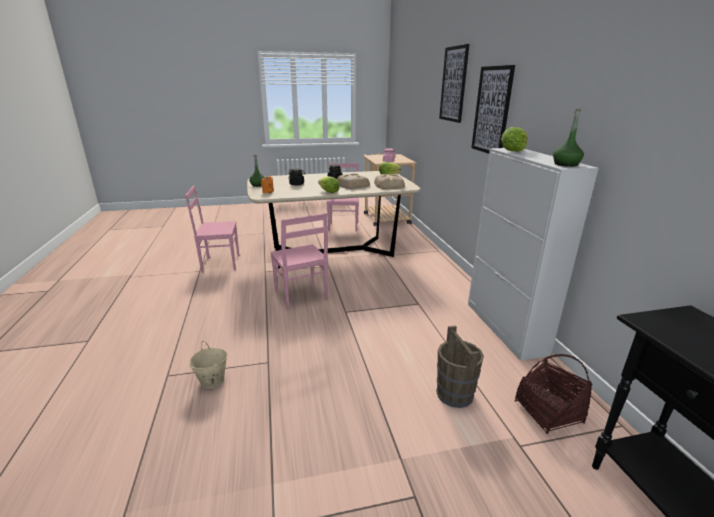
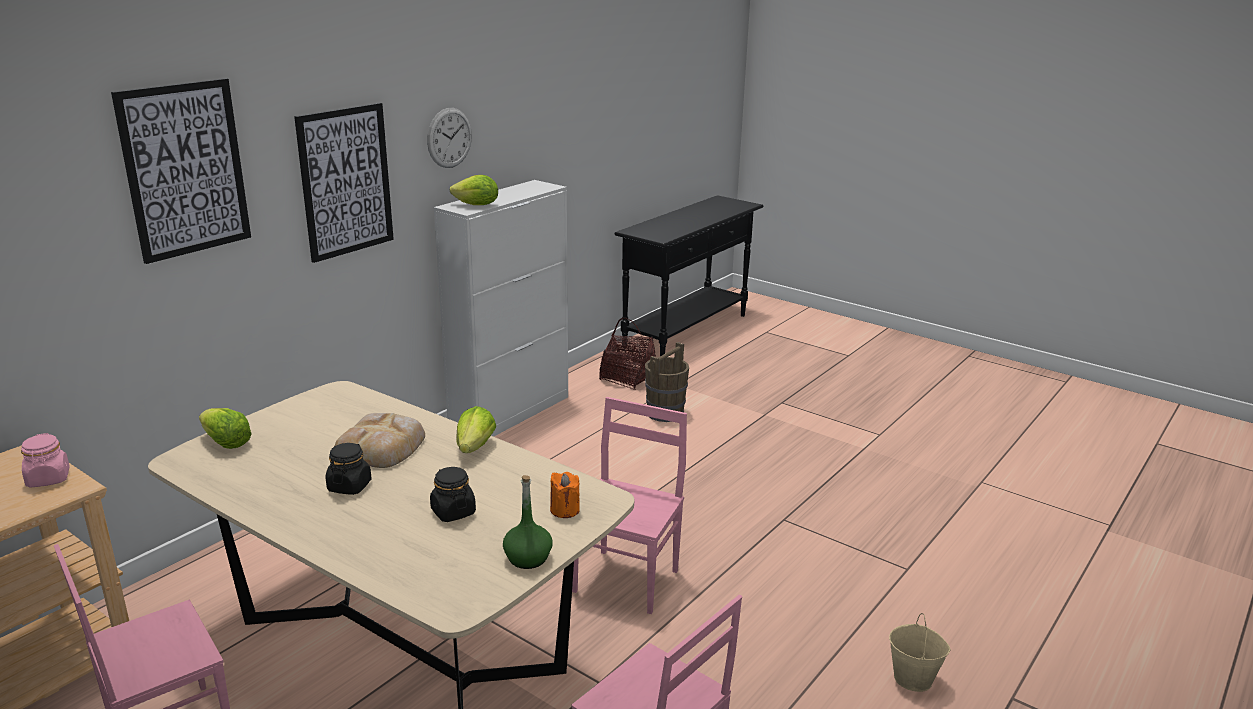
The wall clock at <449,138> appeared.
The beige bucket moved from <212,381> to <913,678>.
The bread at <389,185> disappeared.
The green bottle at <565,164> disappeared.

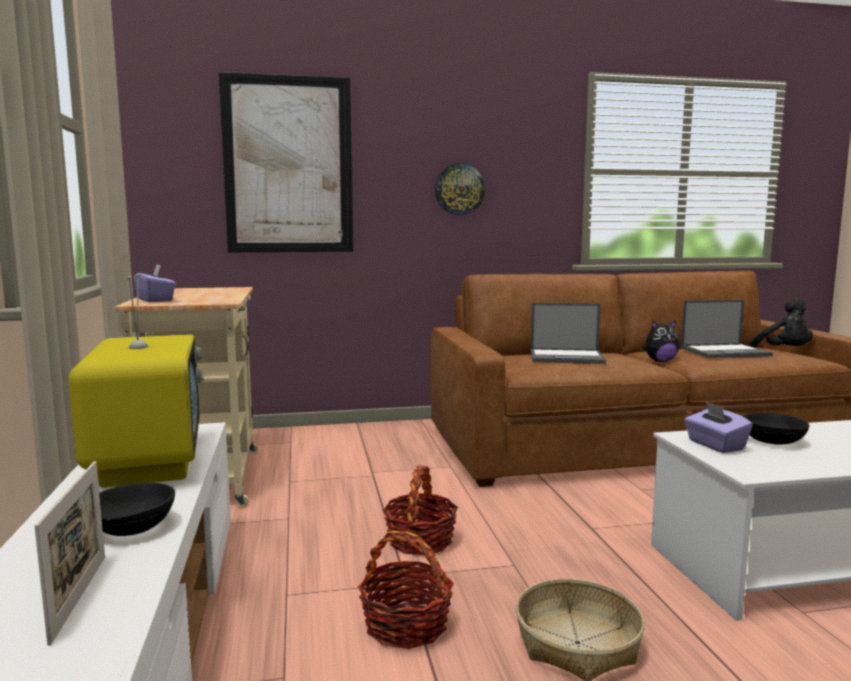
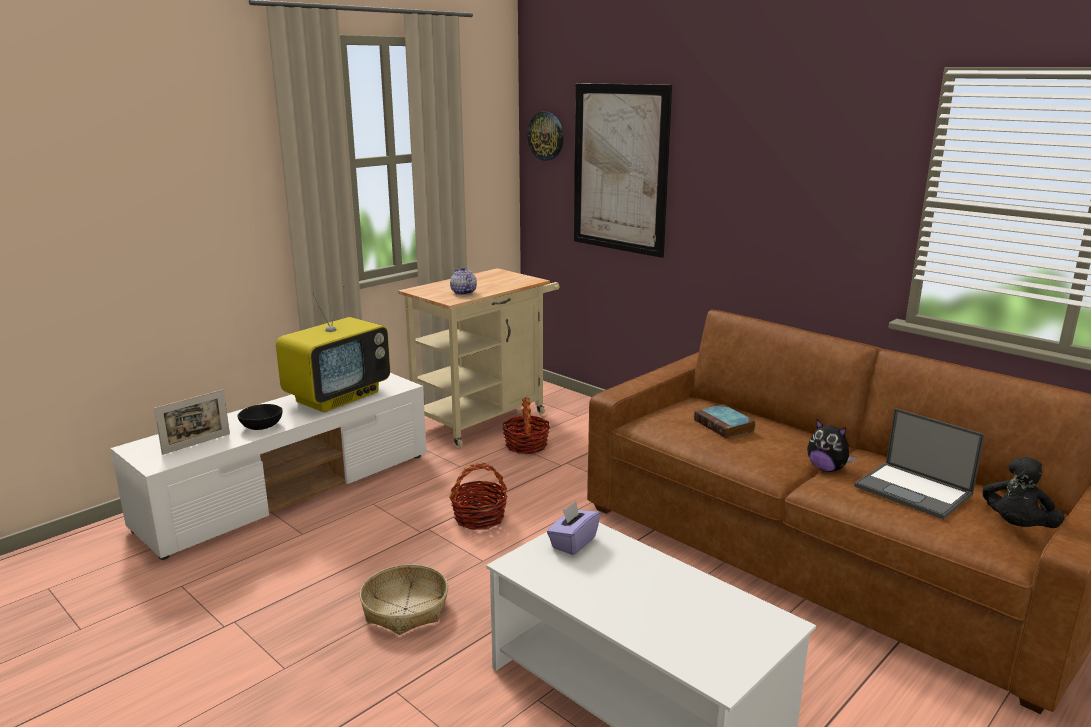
The teapot at <463,292> appeared.
The basket moved from <406,625> to <526,445>.
The wall clock moved from <459,189> to <546,136>.
The laptop at <567,357> was replaced by the book at <725,426>.
The purple tissue box at <156,300> disappeared.
The black bowl at <773,441> disappeared.

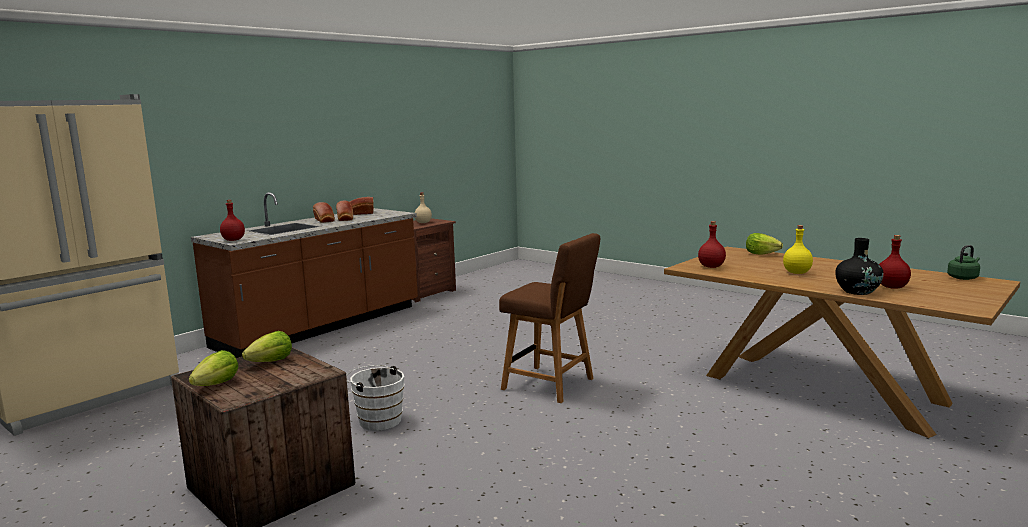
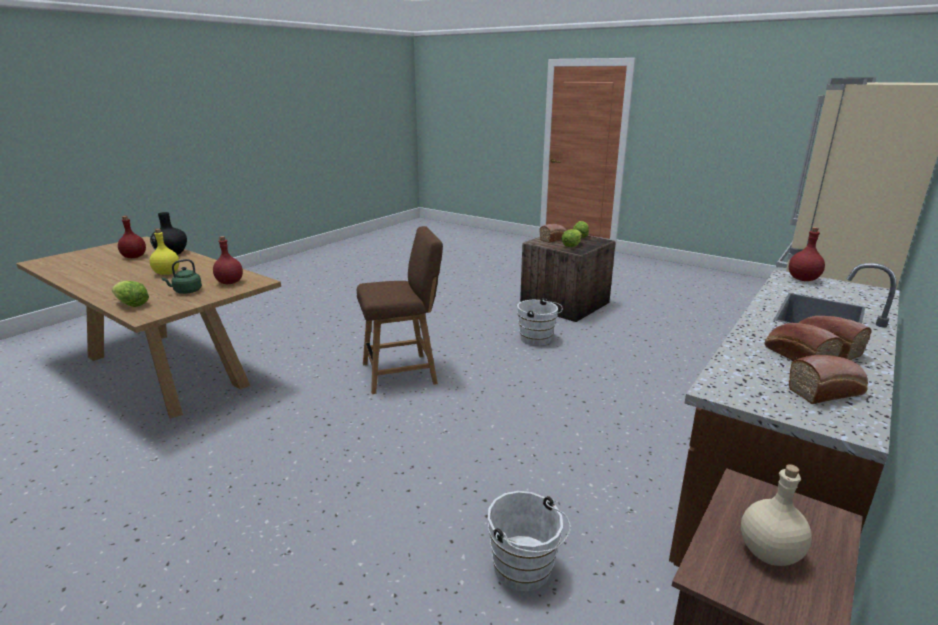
The green kettle moved from <963,278> to <186,291>.
The brown chair at <552,385> turned 135 degrees clockwise.
The white bucket at <525,571> appeared.
The bread at <554,239> appeared.

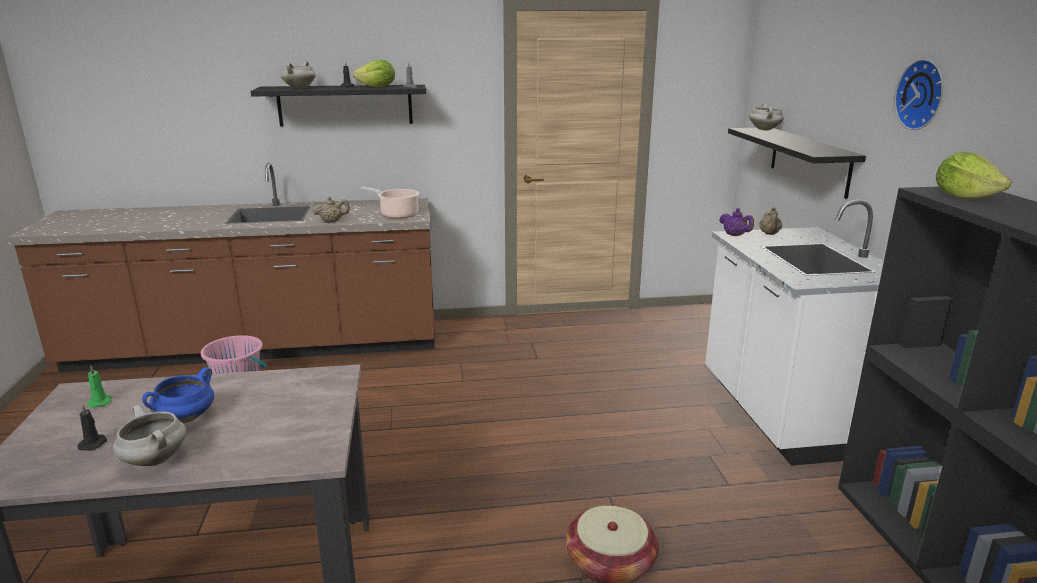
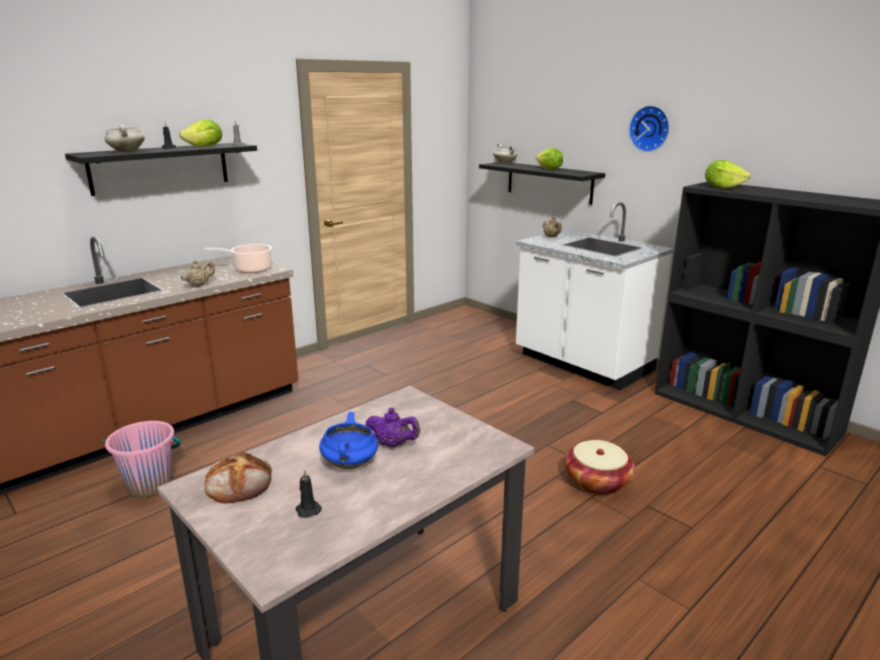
The green candle at <100,402> was replaced by the bread at <239,483>.
The purple teapot moved from <735,235> to <393,444>.
The lettuce at <549,169> appeared.
The white cooking pot at <153,460> disappeared.

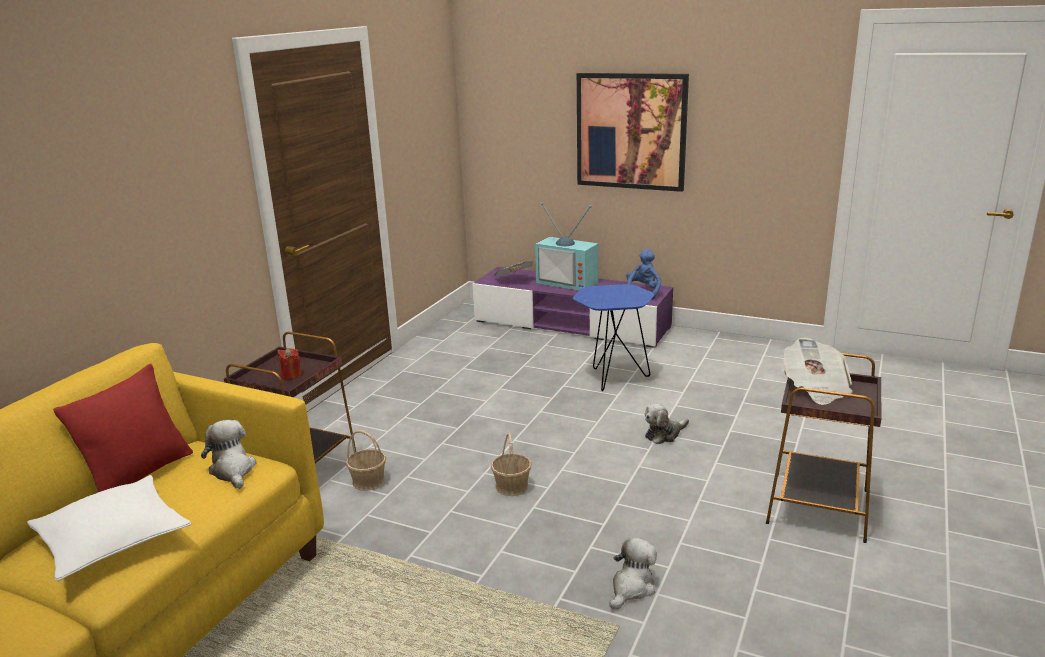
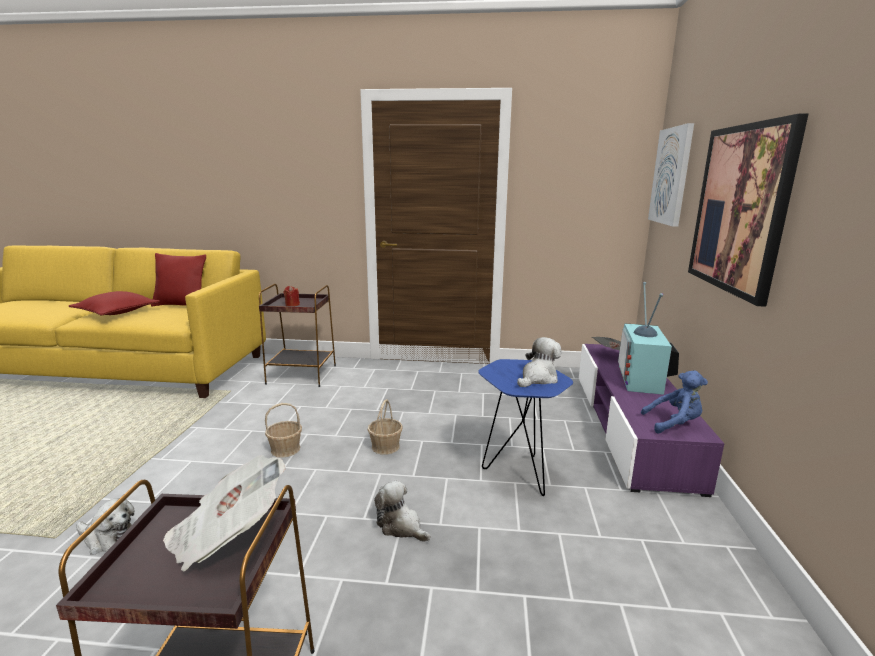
The white pillow at <112,539> became the red pillow at <117,312>.
The basket moved from <368,481> to <385,446>.
The plush toy moved from <233,470> to <538,378>.
The picture at <671,176> appeared.

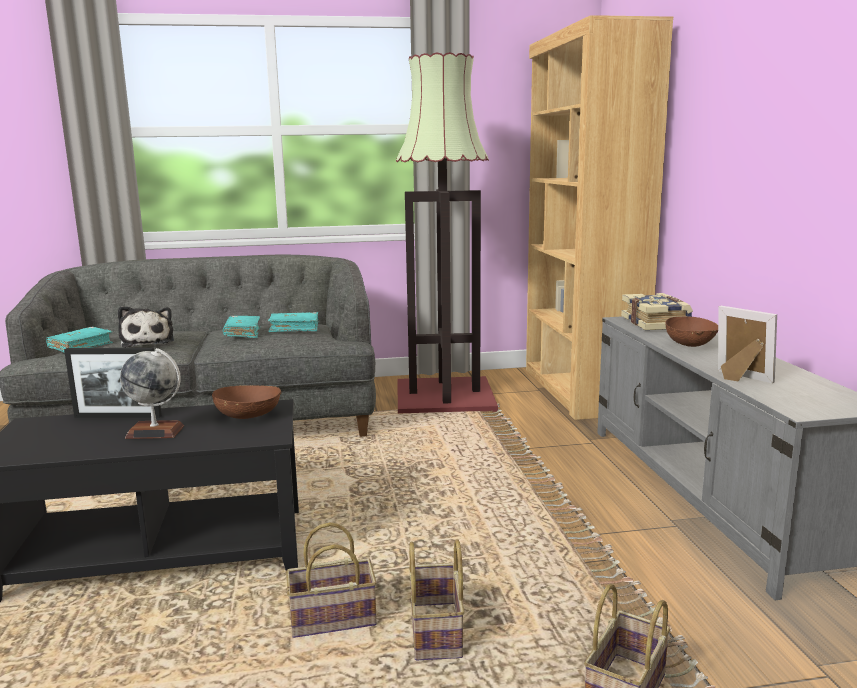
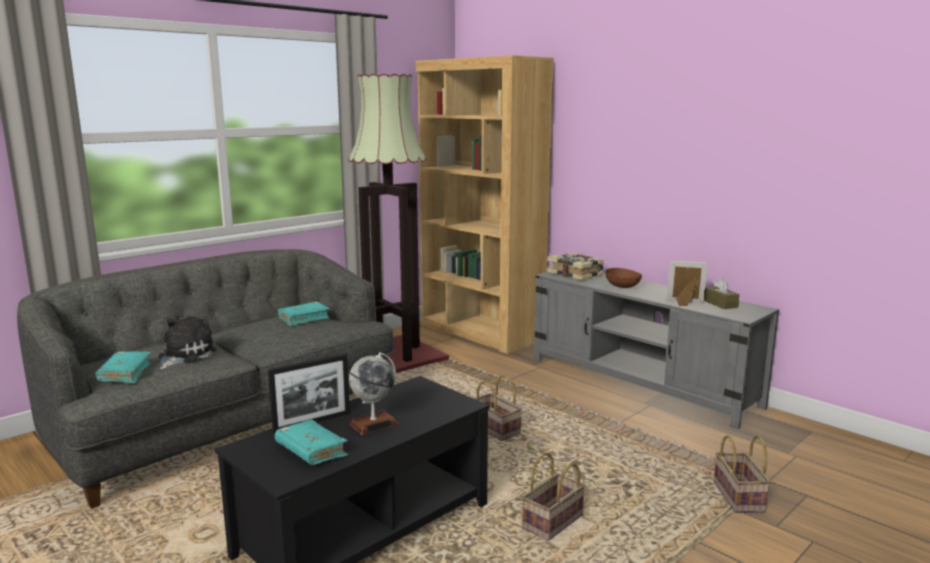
The plush toy at <148,341> turned 105 degrees counterclockwise.
The turquoise book moved from <243,333> to <311,451>.
The basket moved from <437,633> to <497,429>.
The brown tissue box at <720,304> appeared.
The brown bowl at <248,416> disappeared.

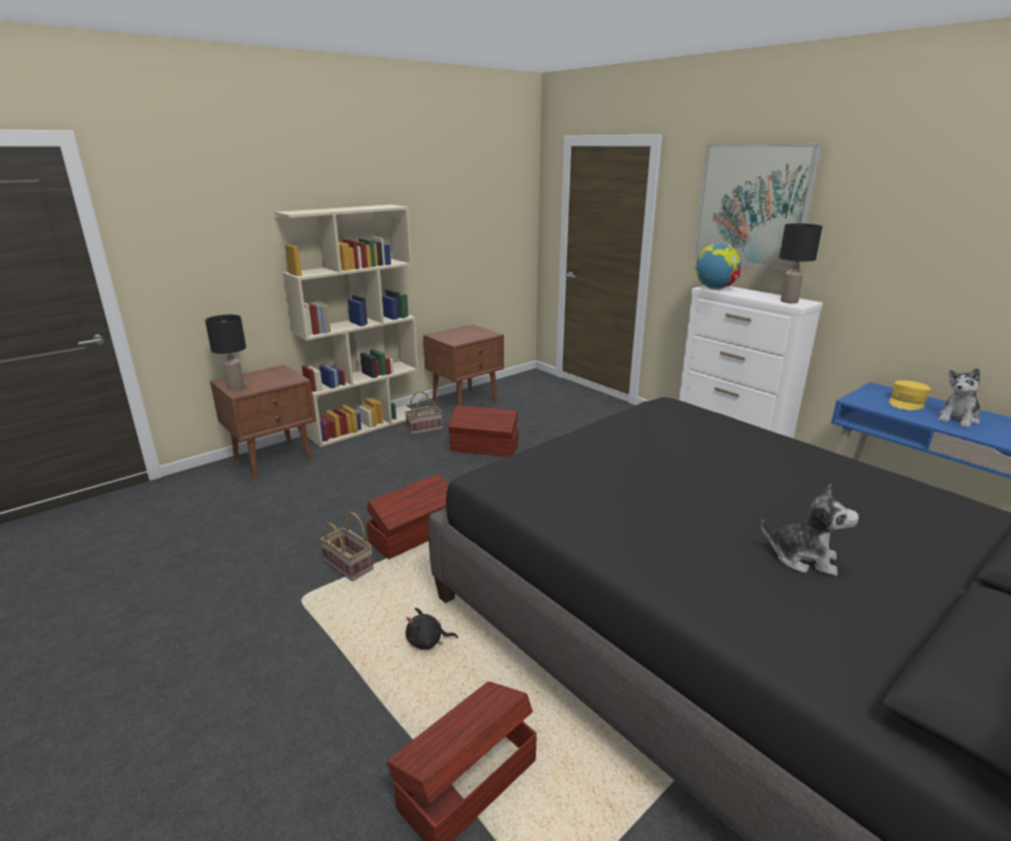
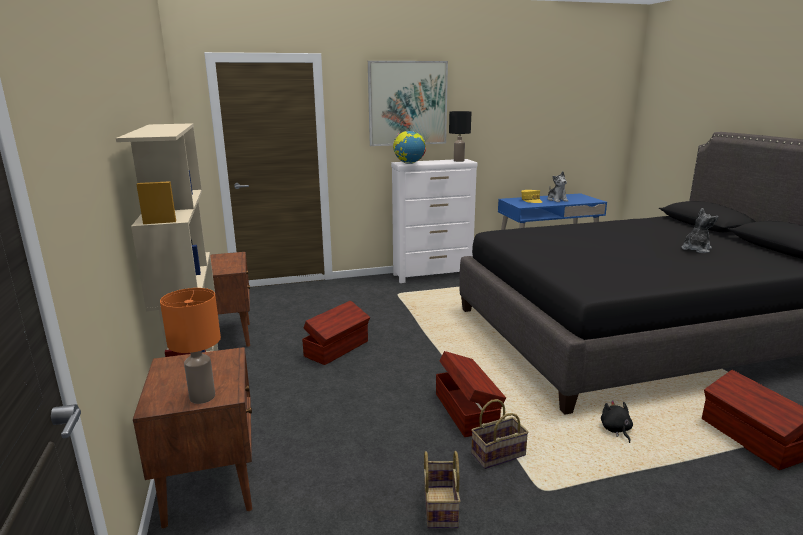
The black table lamp at <235,388> became the orange table lamp at <203,397>.
The basket moved from <425,429> to <439,506>.
The black plush toy at <427,641> turned 150 degrees clockwise.

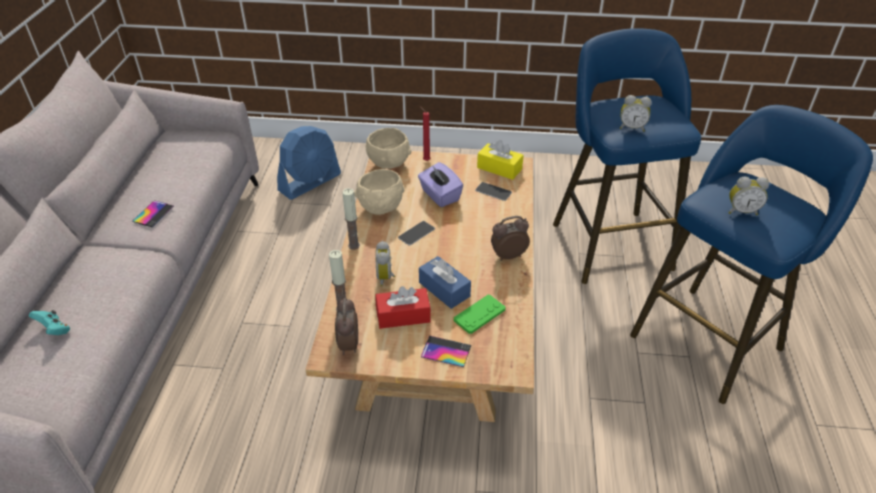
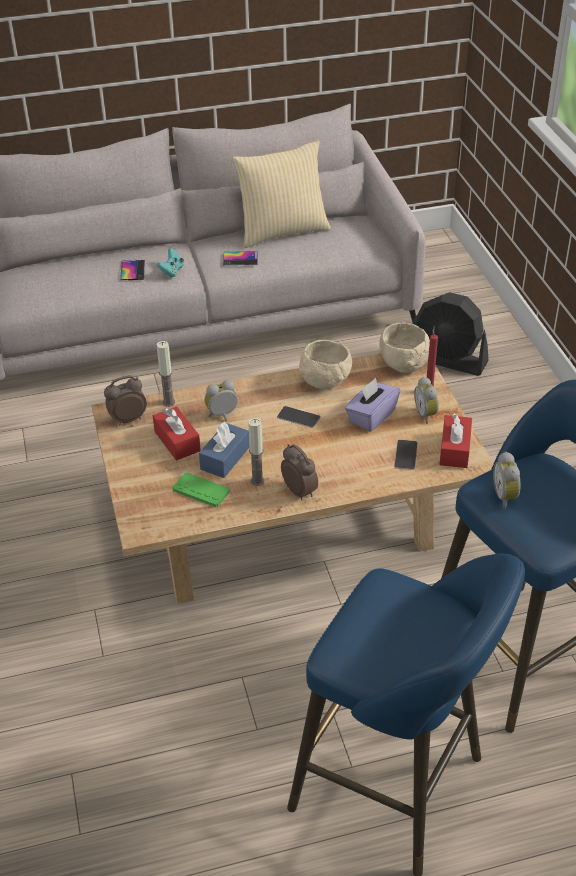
The phone moved from <446,351> to <132,270>.
The turquoise game controller moved from <55,330> to <172,271>.
The pillow at <282,231> appeared.
The candle moved from <354,245> to <257,481>.
The blue fan at <310,182> became the black fan at <447,359>.
The alarm clock moved from <741,211> to <426,414>.
The yellow tissue box at <499,168> became the red tissue box at <454,449>.

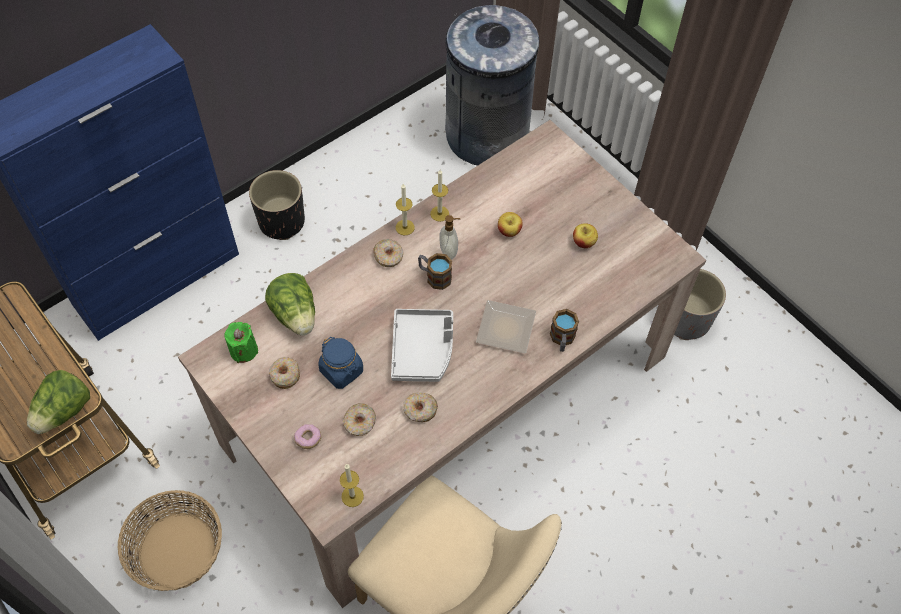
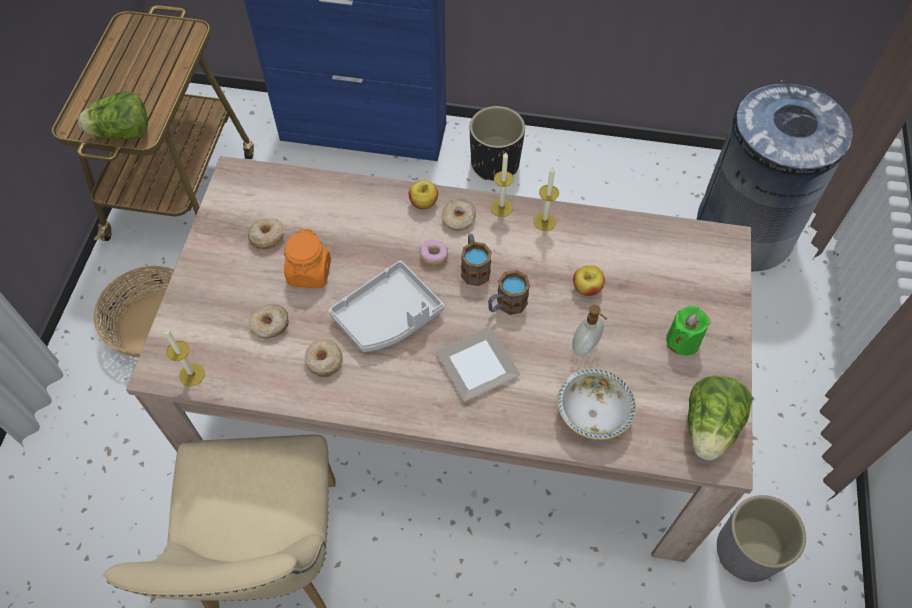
The blue jar at <342,371> became the orange jar at <309,273>.
The apple moved from <583,242> to <423,203>.
The donut moved from <308,439> to <433,256>.
The mug moved from <562,339> to <506,305>.
The bowl at <593,413> appeared.
The soap dispenser moved from <449,251> to <585,347>.
The green candle moved from <243,350> to <682,341>.
The lettuce moved from <295,315> to <710,427>.

